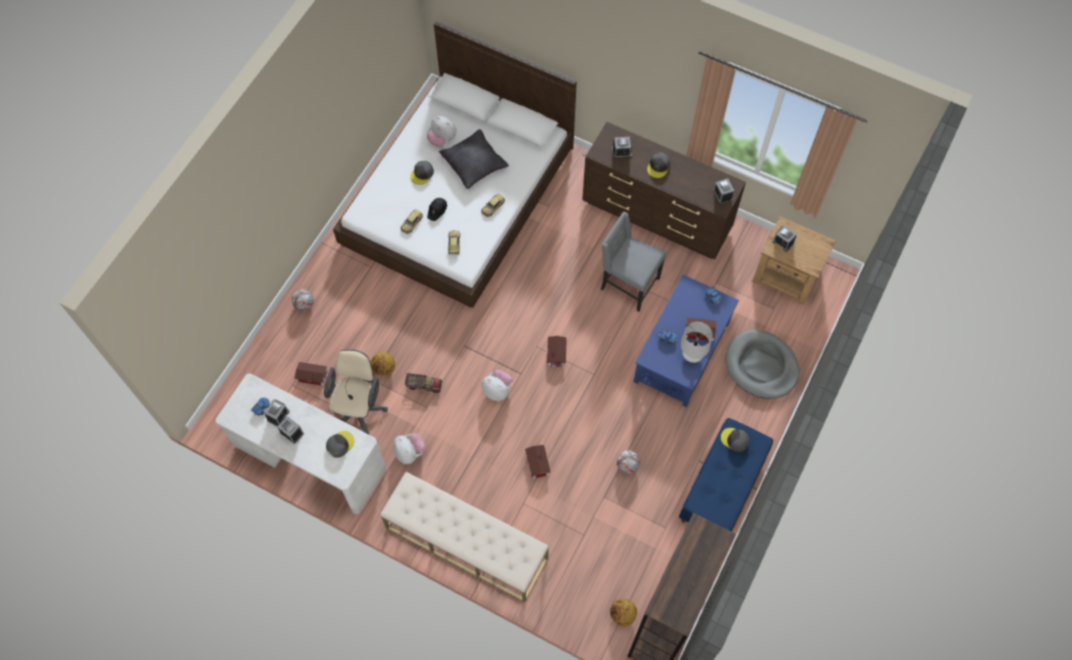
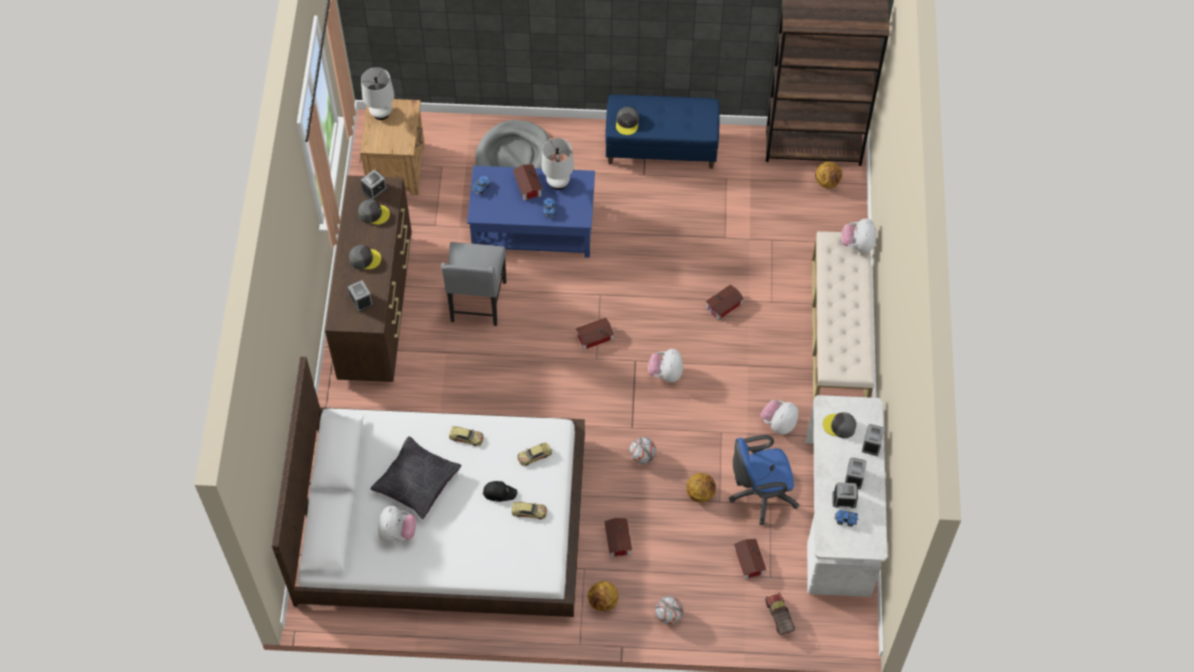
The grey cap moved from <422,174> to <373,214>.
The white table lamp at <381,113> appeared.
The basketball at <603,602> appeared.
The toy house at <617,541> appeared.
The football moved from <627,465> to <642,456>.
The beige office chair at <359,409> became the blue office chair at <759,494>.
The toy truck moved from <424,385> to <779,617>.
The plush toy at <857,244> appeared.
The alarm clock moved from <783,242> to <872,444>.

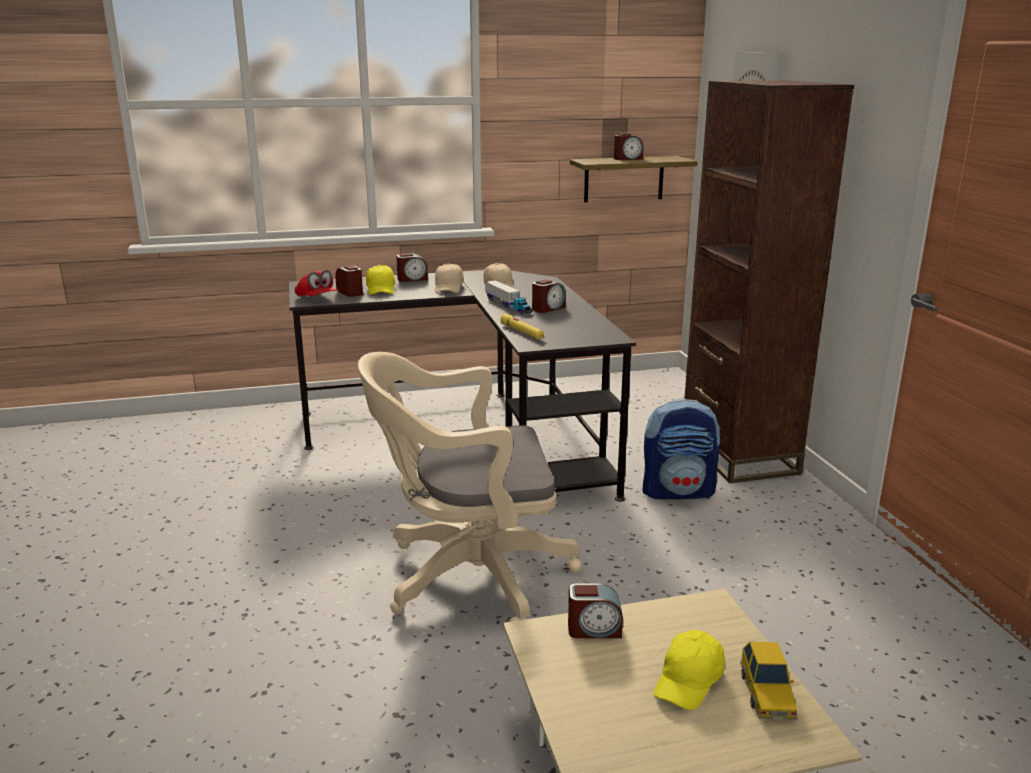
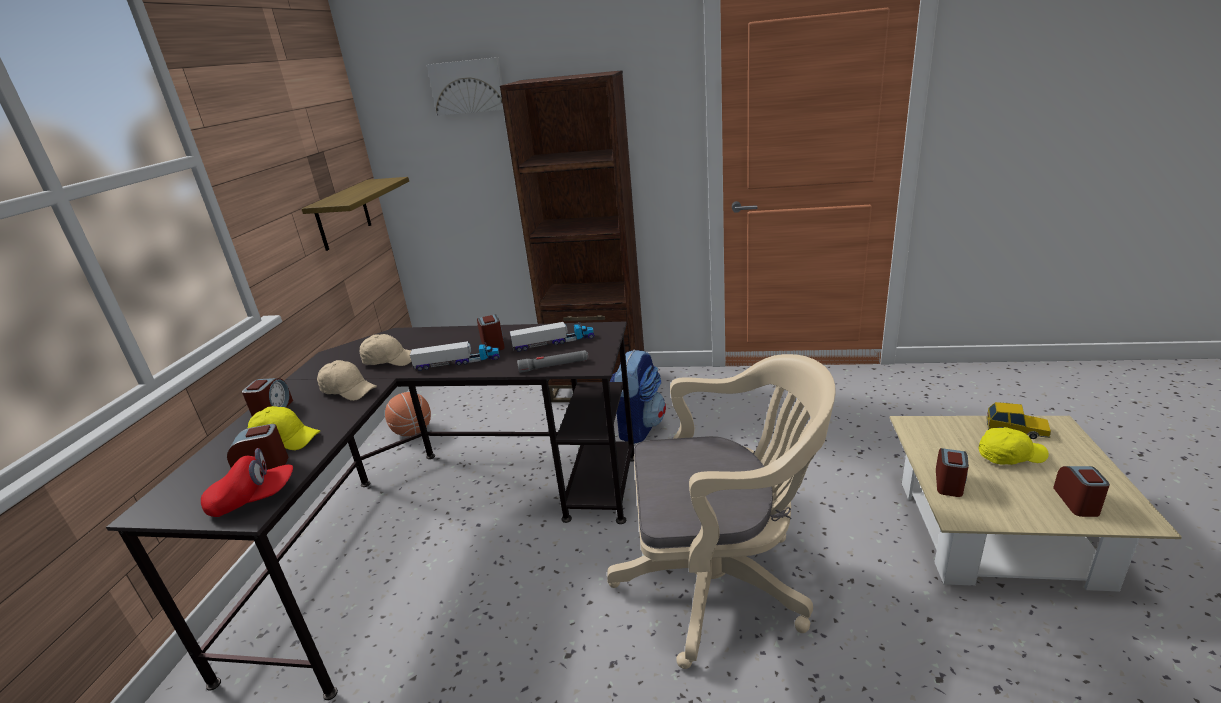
The basketball at <413,432> appeared.
The toy truck at <553,343> appeared.
The yellow flashlight at <522,332> became the grey flashlight at <554,366>.
The beige office chair at <467,576> turned 105 degrees counterclockwise.
The yellow cap at <689,681> turned 60 degrees counterclockwise.
The alarm clock moved from <627,159> to <1077,502>.

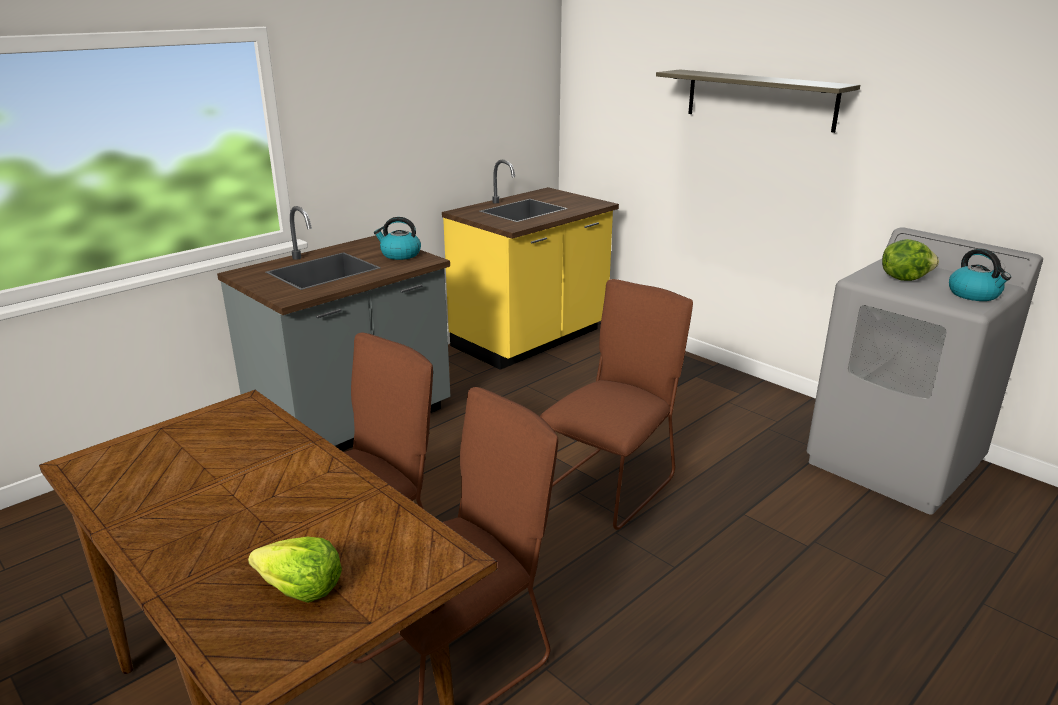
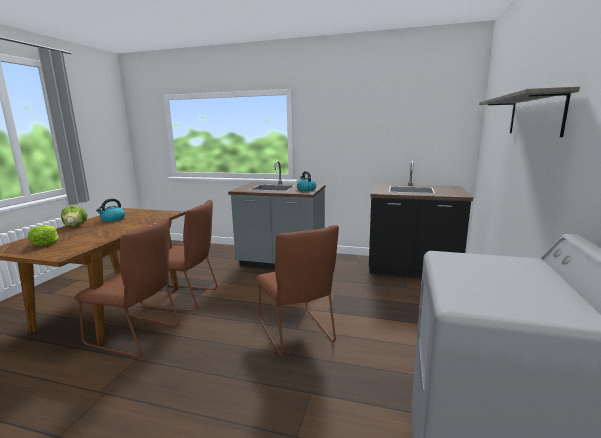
The lettuce moved from <903,278> to <76,226>.
The kettle moved from <974,294> to <113,219>.
The brown chair at <611,484> turned 60 degrees clockwise.
The yellow counter at <531,339> became the black counter at <412,270>.

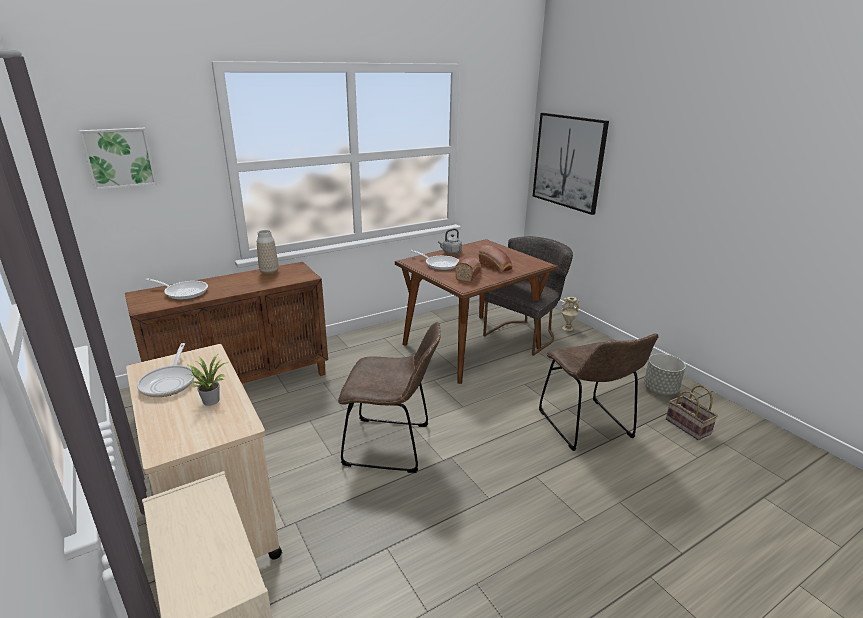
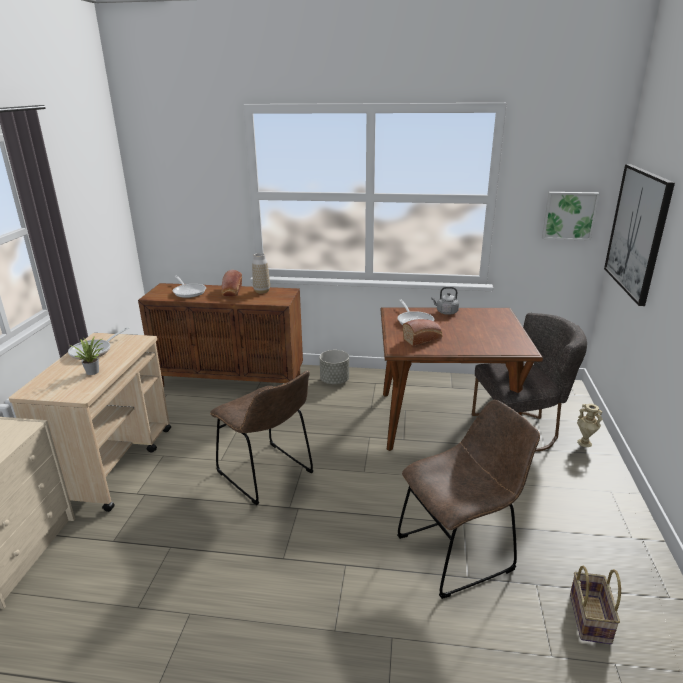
The bread moved from <496,267> to <232,291>.
The grey planter moved from <660,389> to <335,381>.
The brown chair at <587,427> turned 135 degrees counterclockwise.
The picture moved from <119,158> to <569,215>.

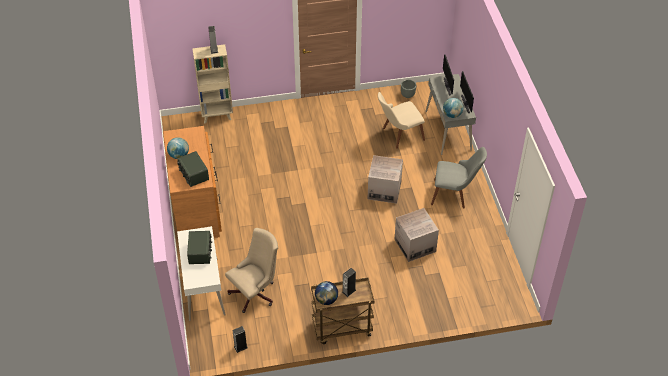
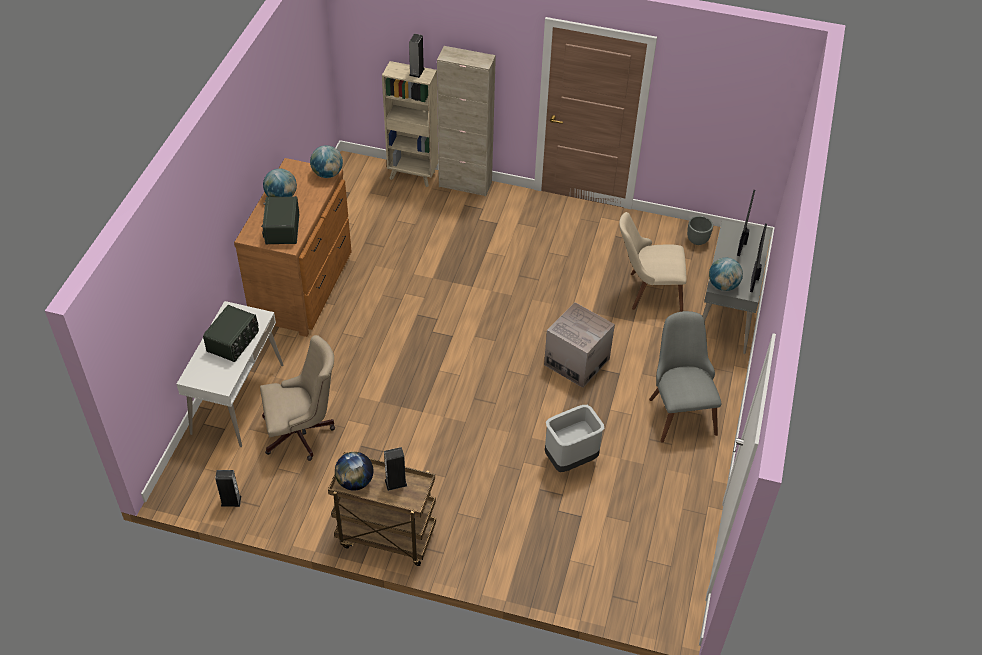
The globe at <327,174> appeared.
The beige cabinet at <465,184> appeared.
The cardboard box at <415,245> was replaced by the grey trash can at <570,460>.
The grey chair at <455,194> turned 135 degrees counterclockwise.

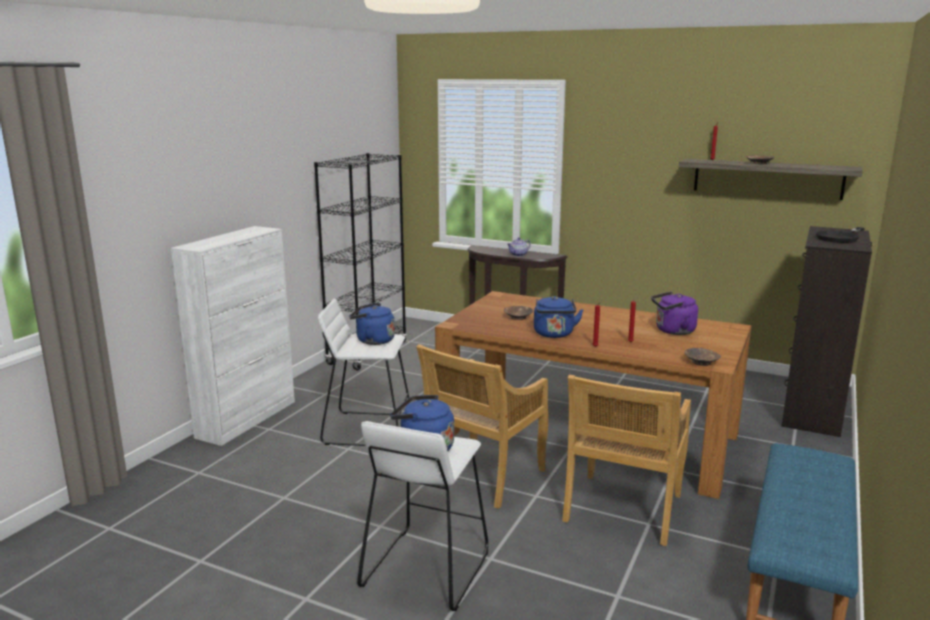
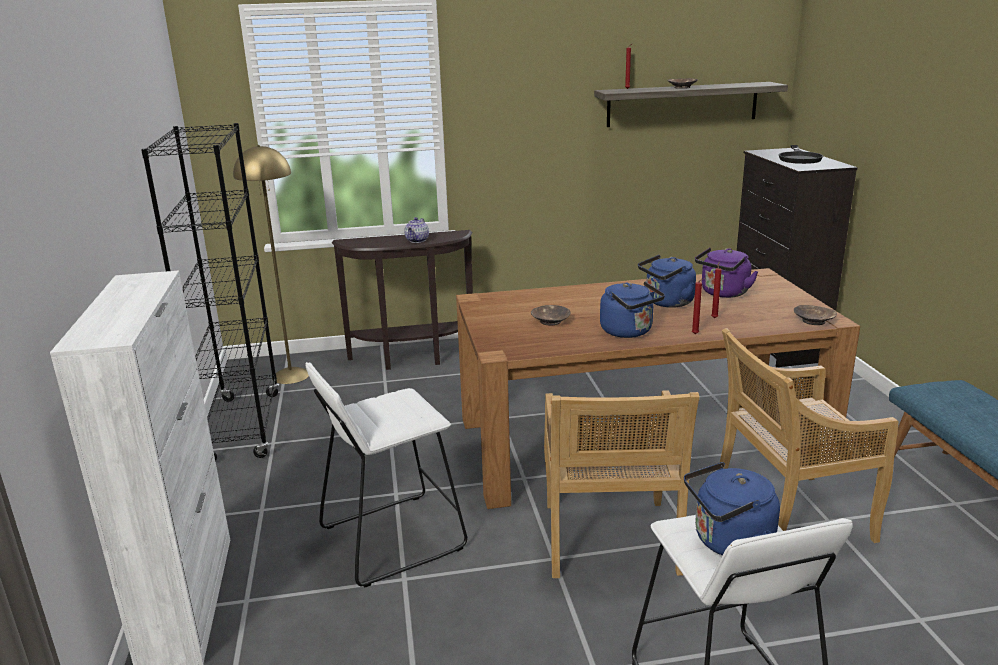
The yellow floor lamp at <290,375> appeared.
The blue kettle moved from <373,340> to <667,303>.
The beige chair at <623,510> turned 90 degrees clockwise.

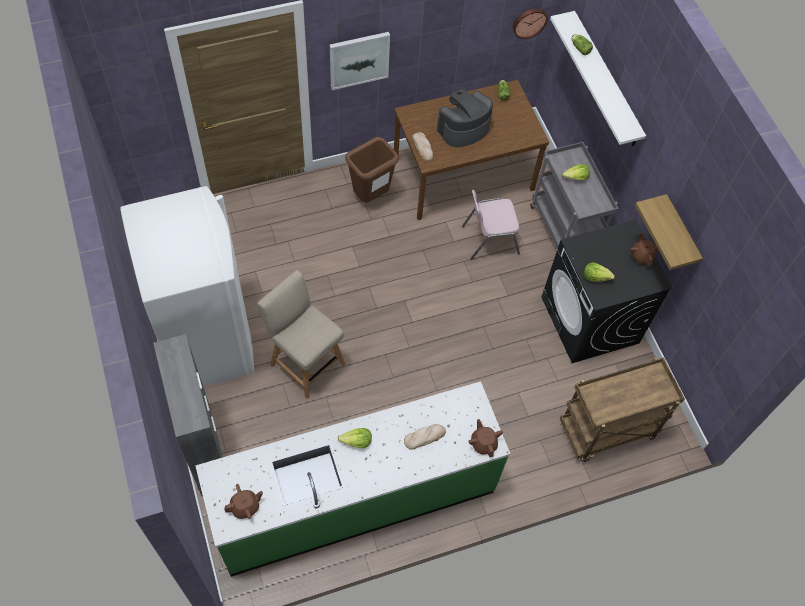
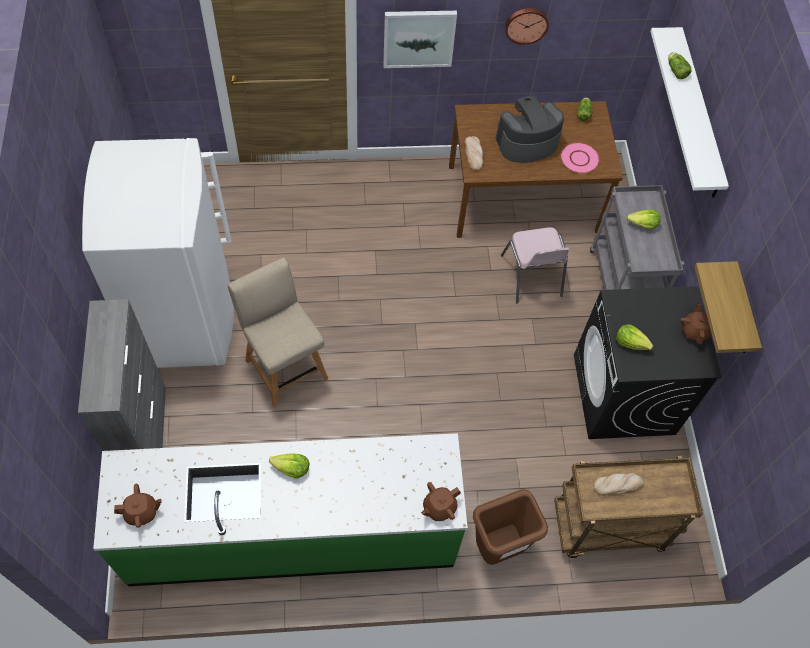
The brown teapot at <483,443> turned 120 degrees counterclockwise.
The brown trash can moved from <370,196> to <498,548>.
The pink chair at <489,239> turned 105 degrees counterclockwise.
The wall clock moved from <529,22> to <526,24>.
The pink plate at <579,158> appeared.
The bread moved from <424,437> to <618,484>.

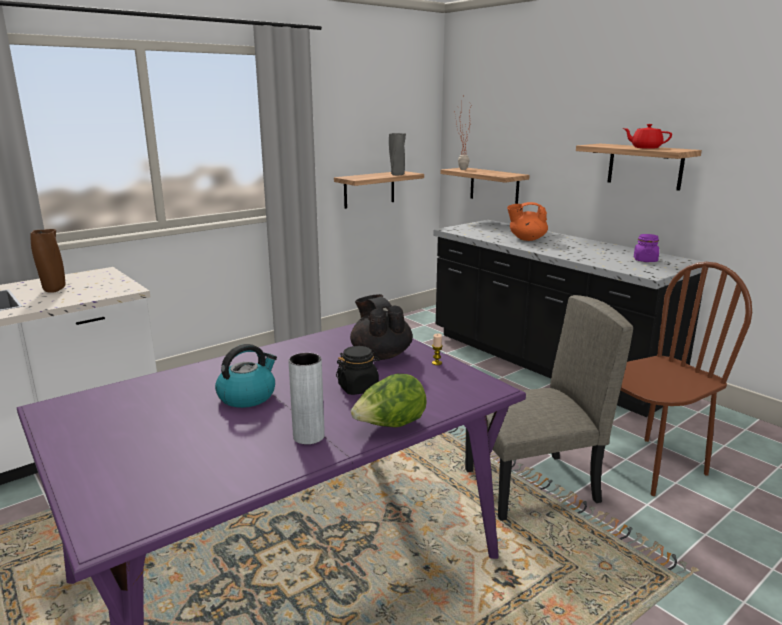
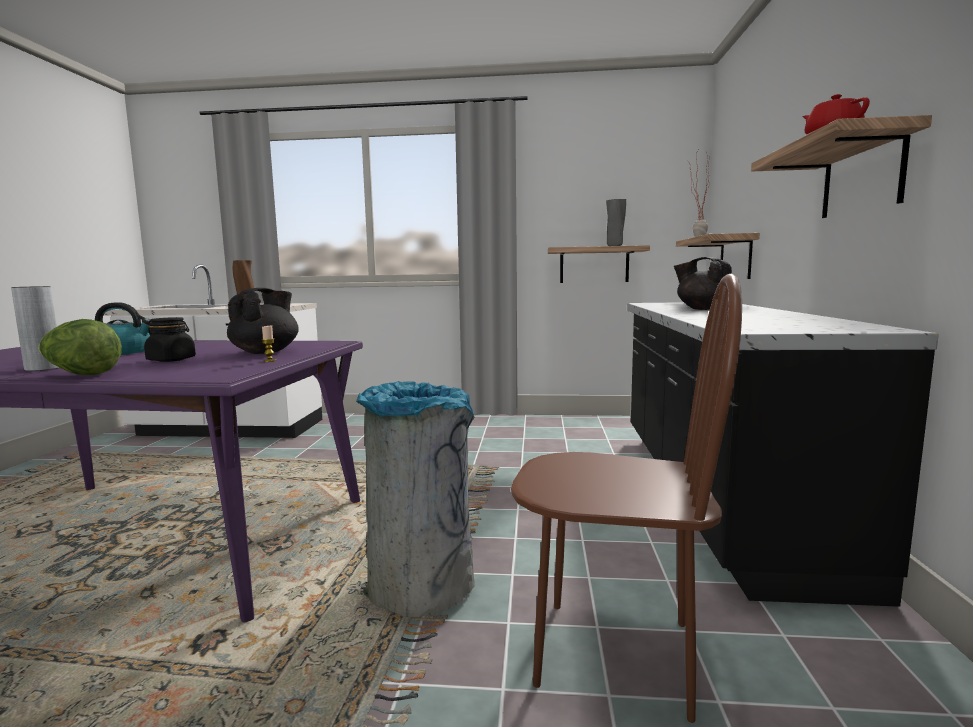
The beige chair at <531,486> was replaced by the grey trash can at <421,588>.
The orange teapot at <526,239> became the black teapot at <702,309>.
The purple jar at <645,260> disappeared.

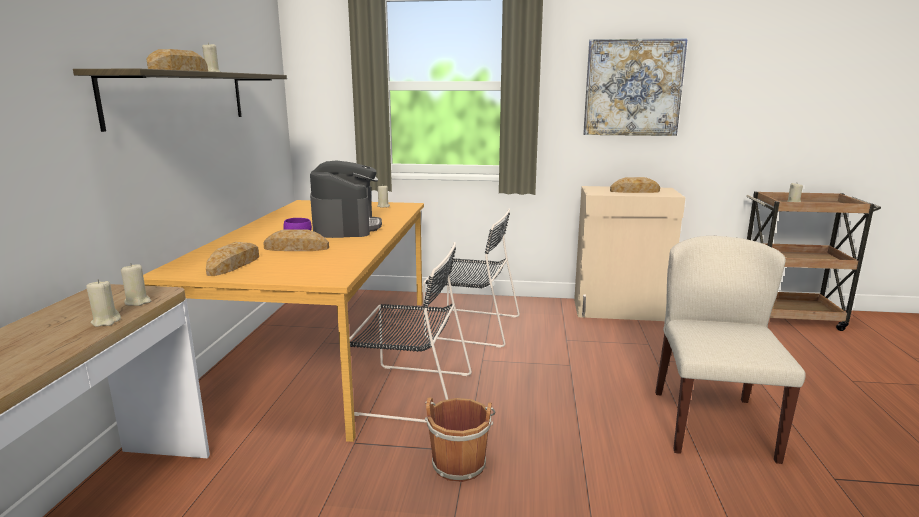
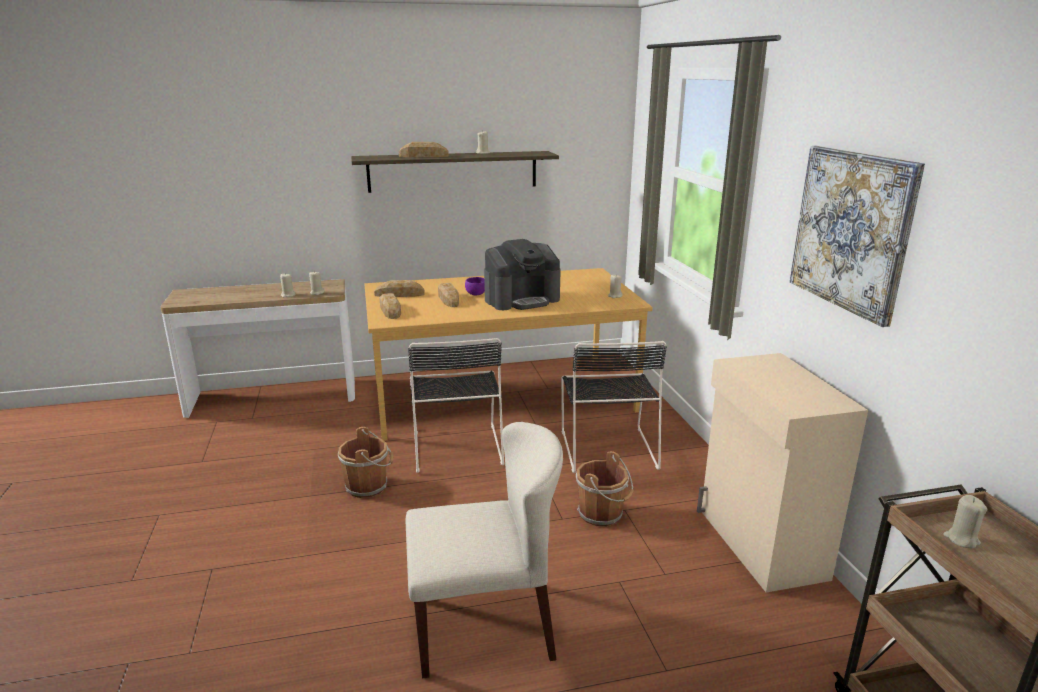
The bread moved from <634,191> to <390,310>.
The brown bucket at <602,514> appeared.

